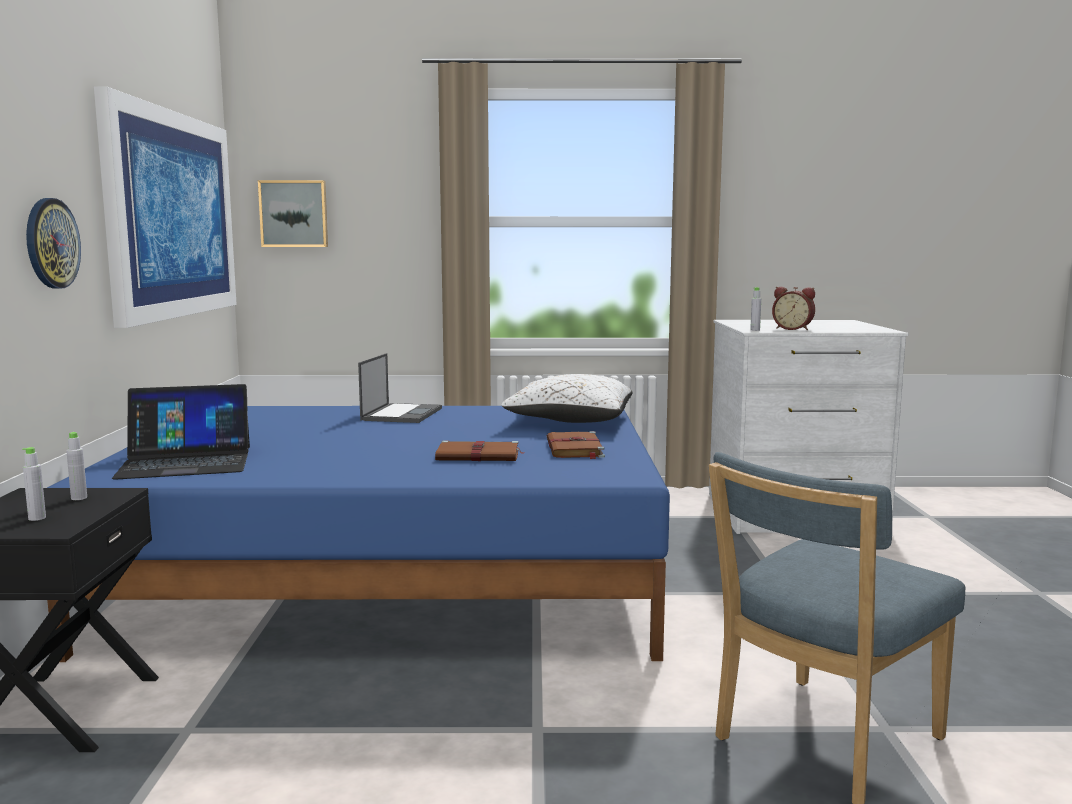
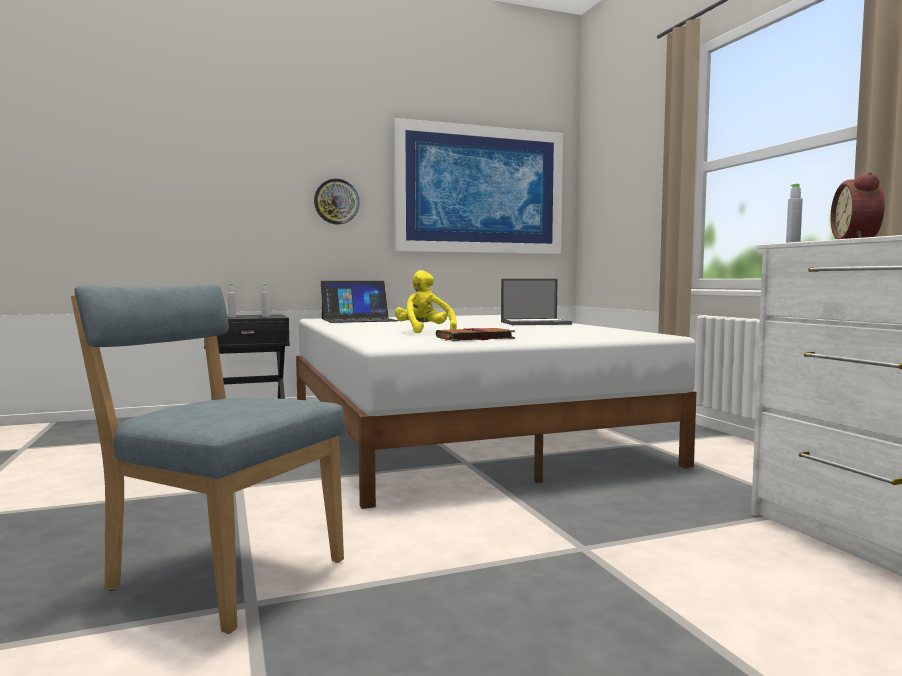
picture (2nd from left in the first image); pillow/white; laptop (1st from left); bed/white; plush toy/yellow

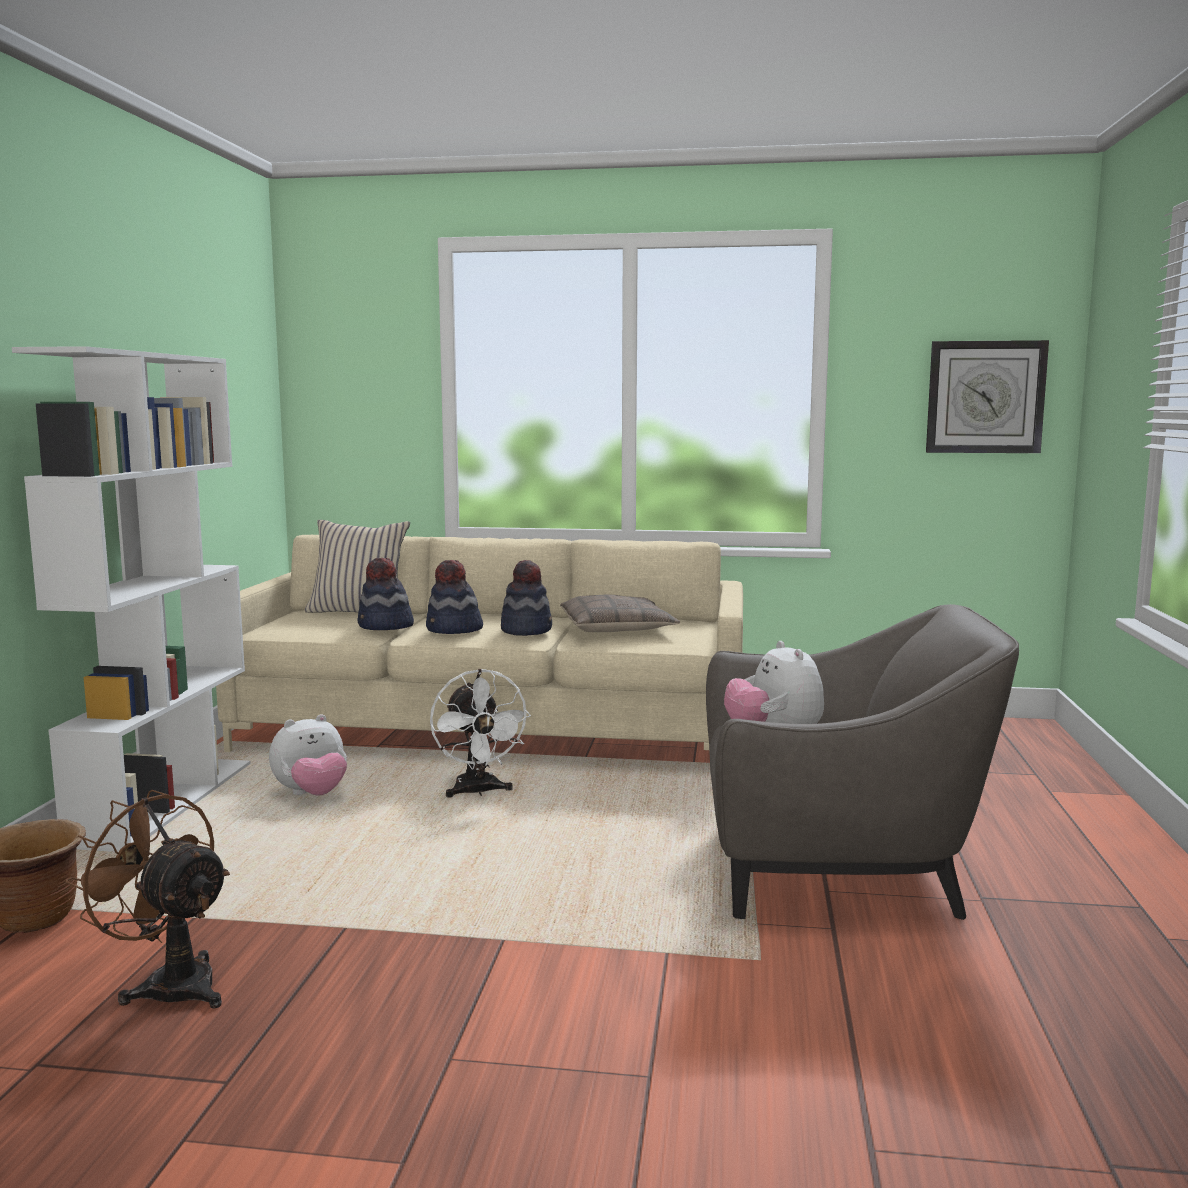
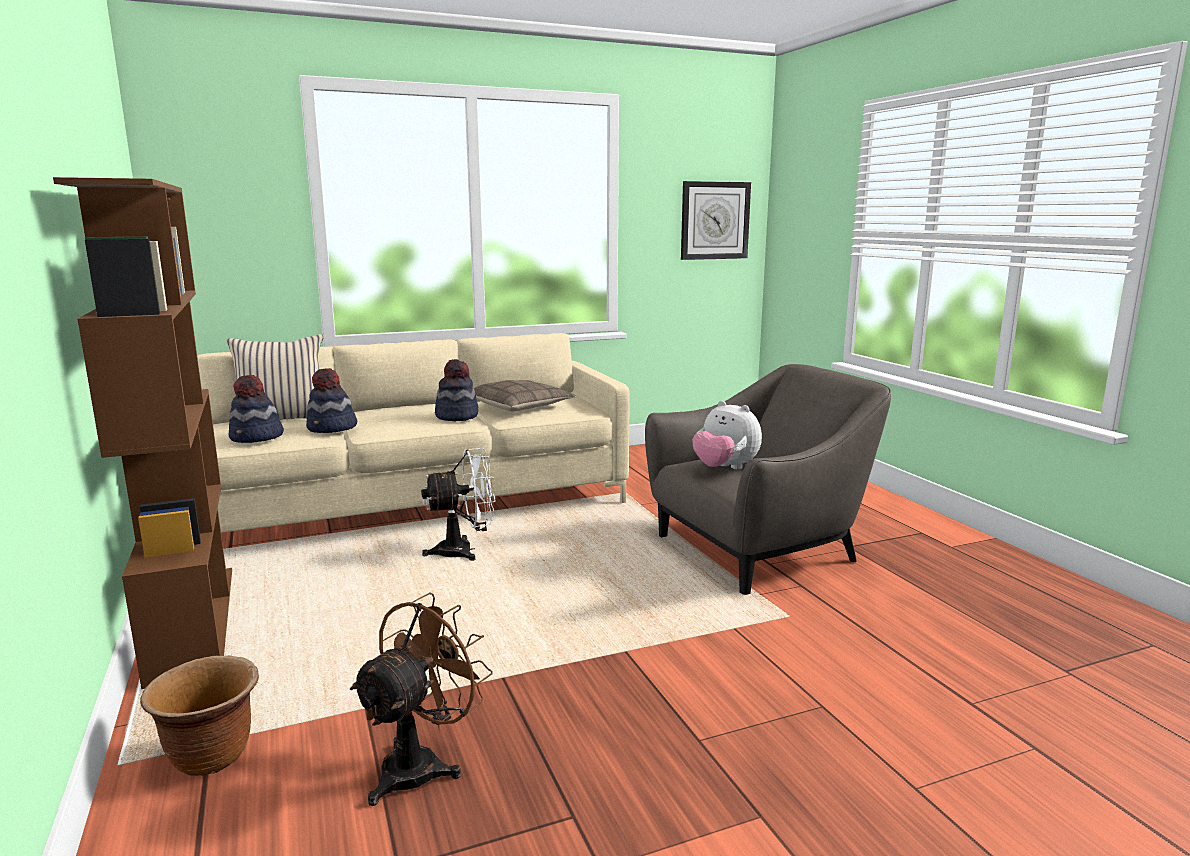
bookcase/brown; hat (1st from left); fan/white; plush toy (1st from left in the first image); fan/brown

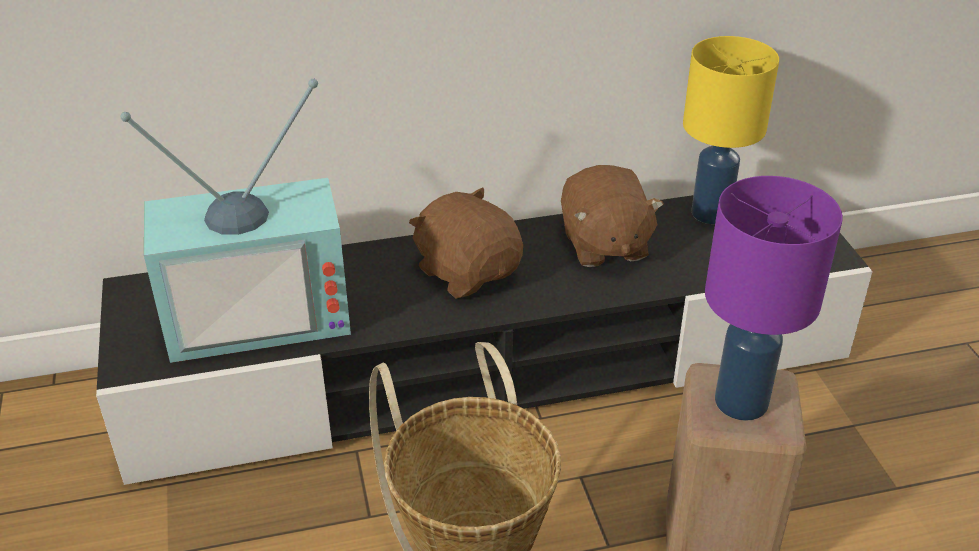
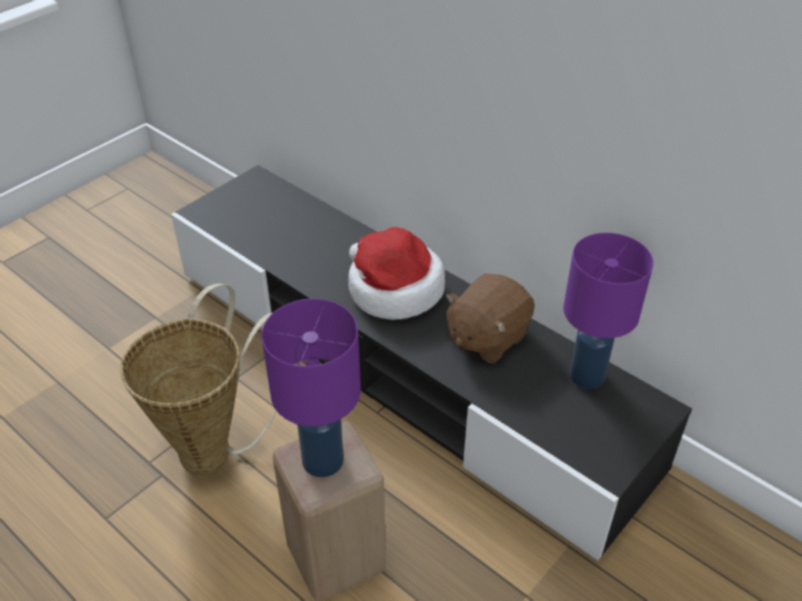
table lamp/purple (2nd from left); television; hat

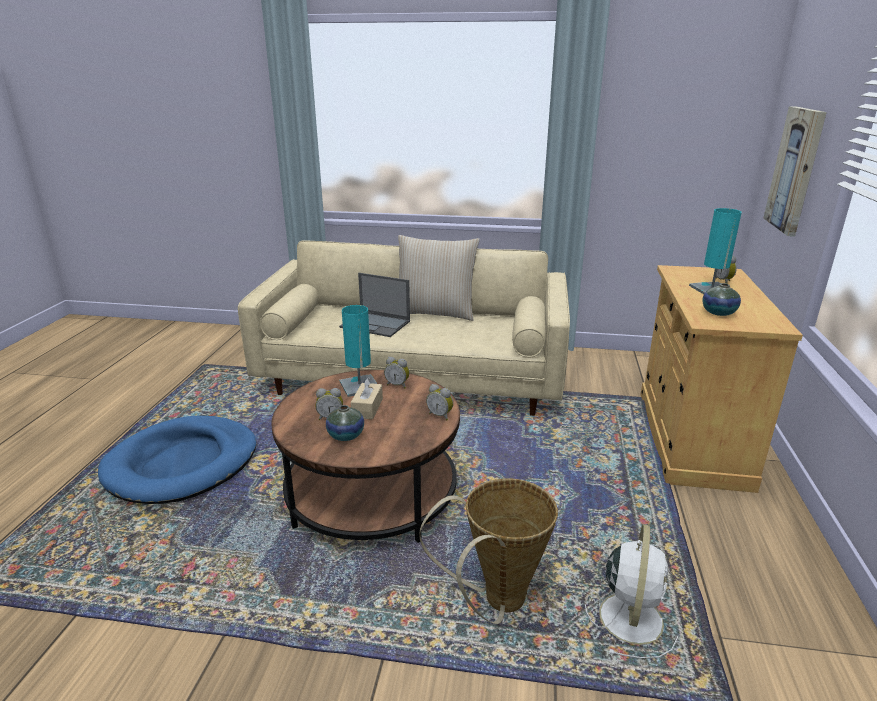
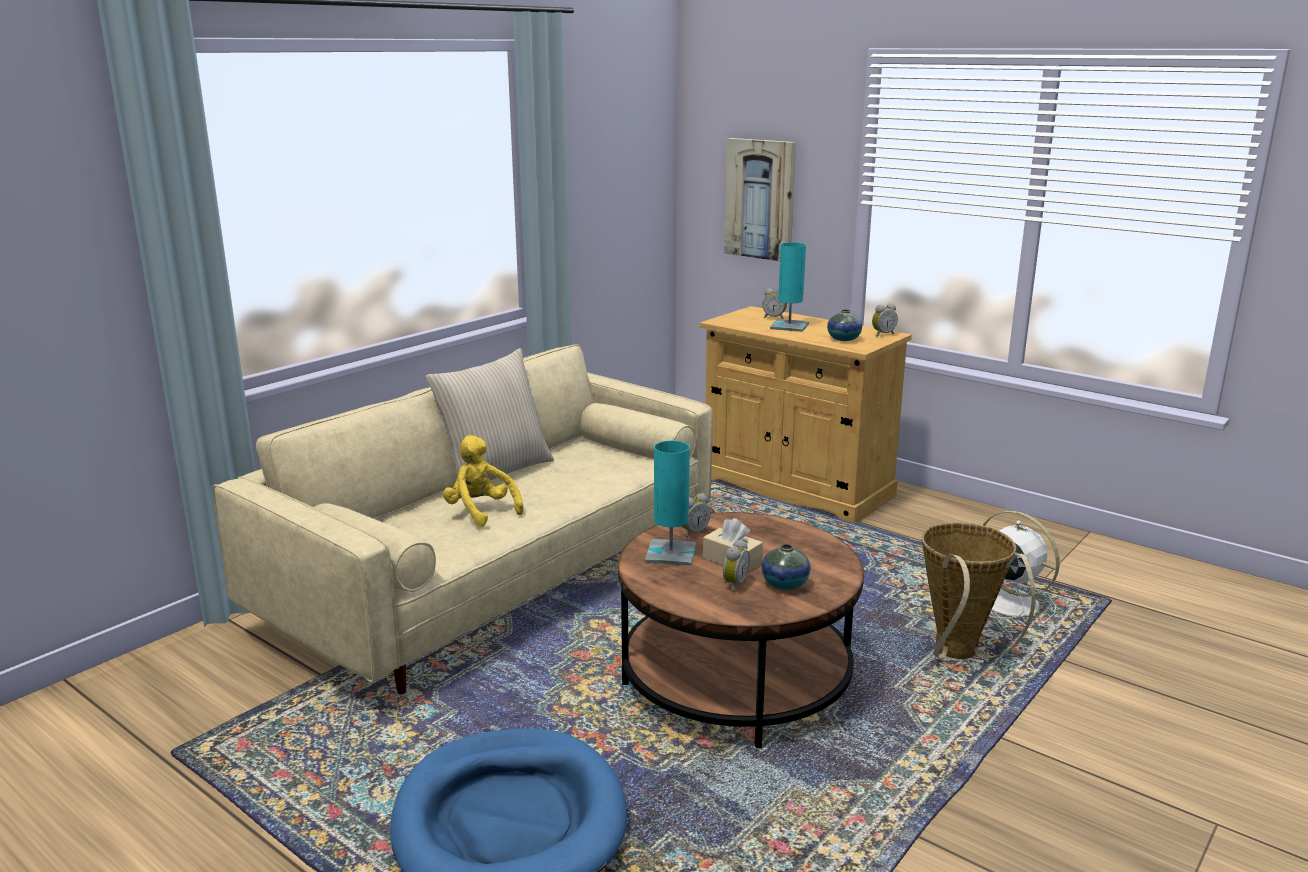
plush toy/yellow; alarm clock (4th from left)

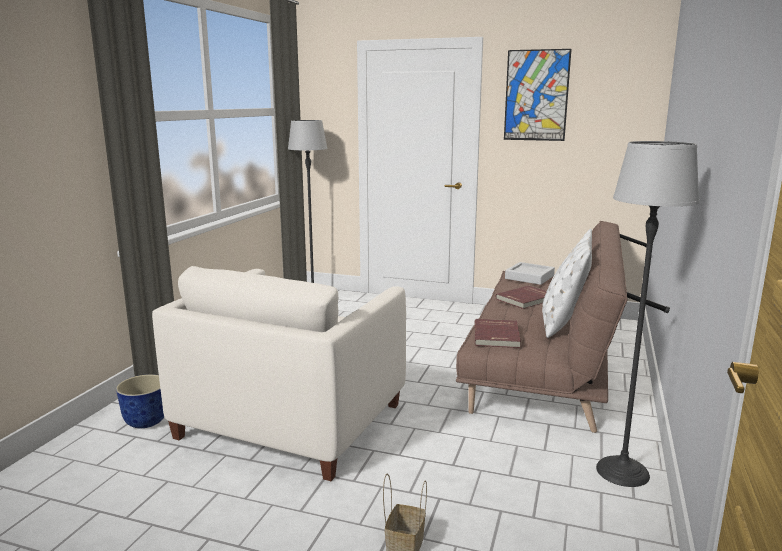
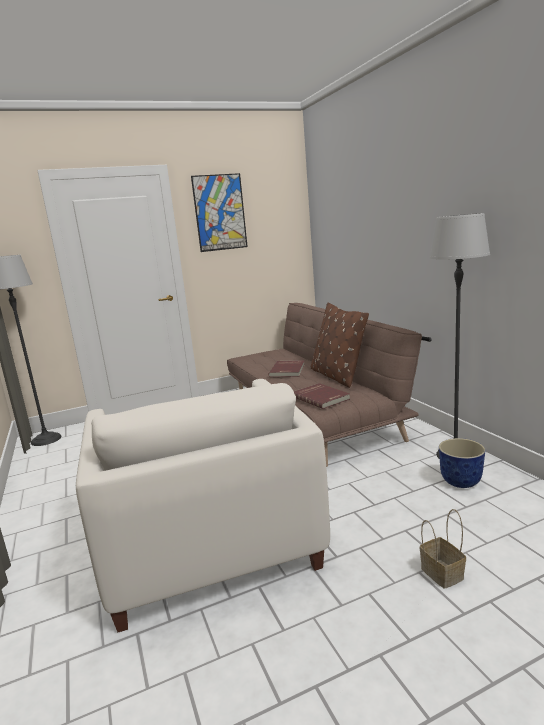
pillow/brown; tray/grey; planter

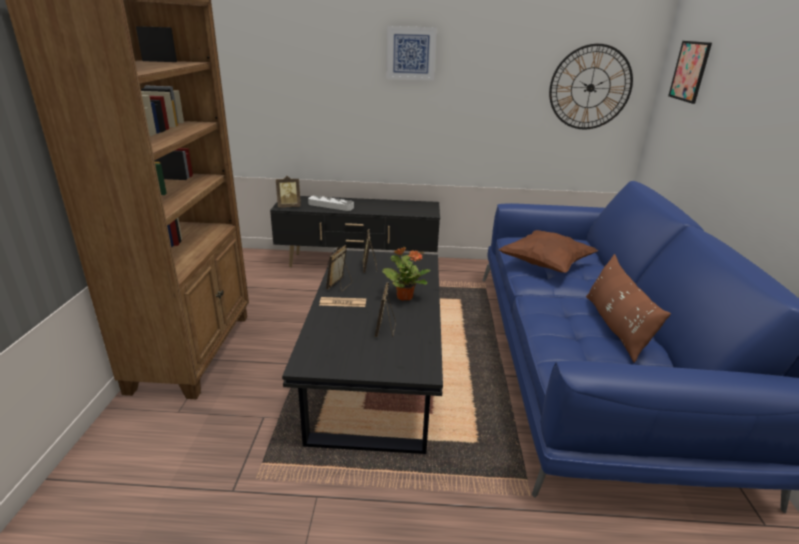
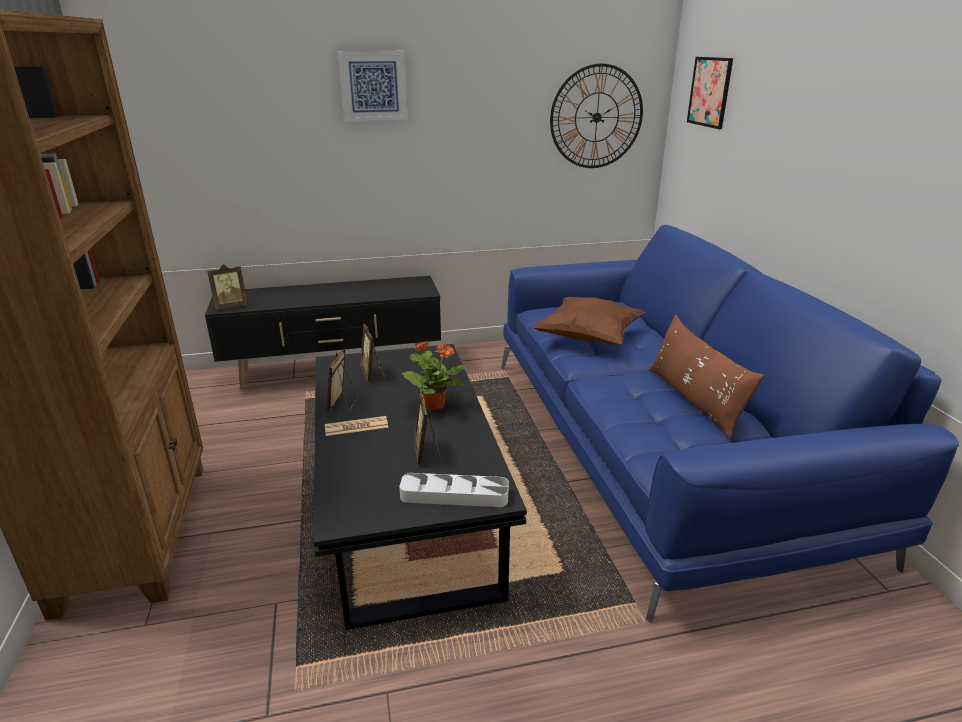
tray/grey

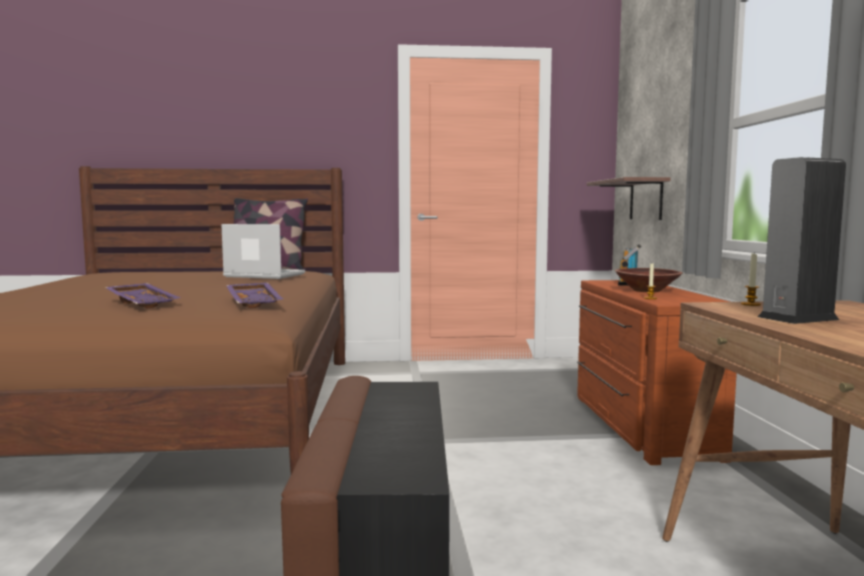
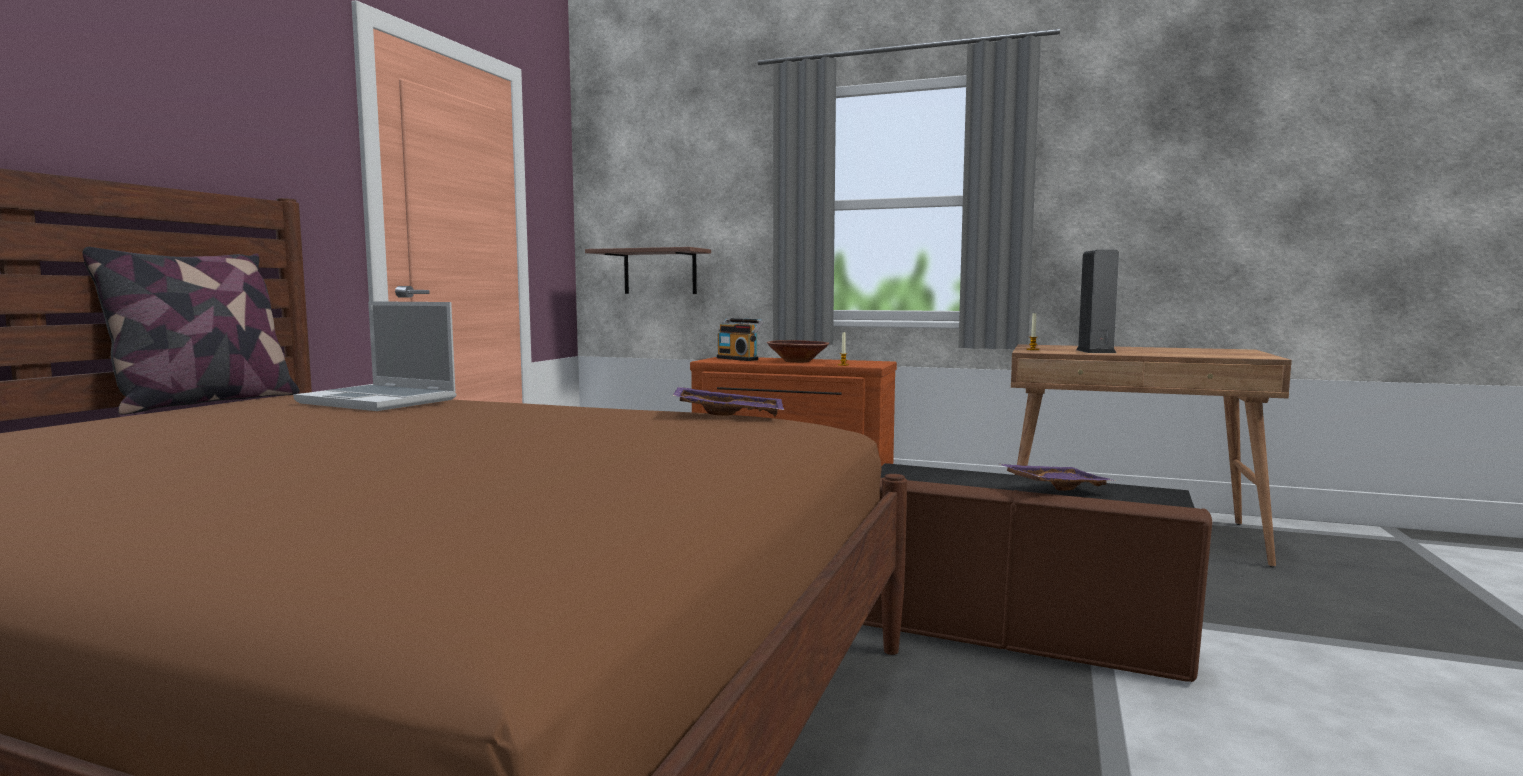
laptop; tray/purple (2nd from left)

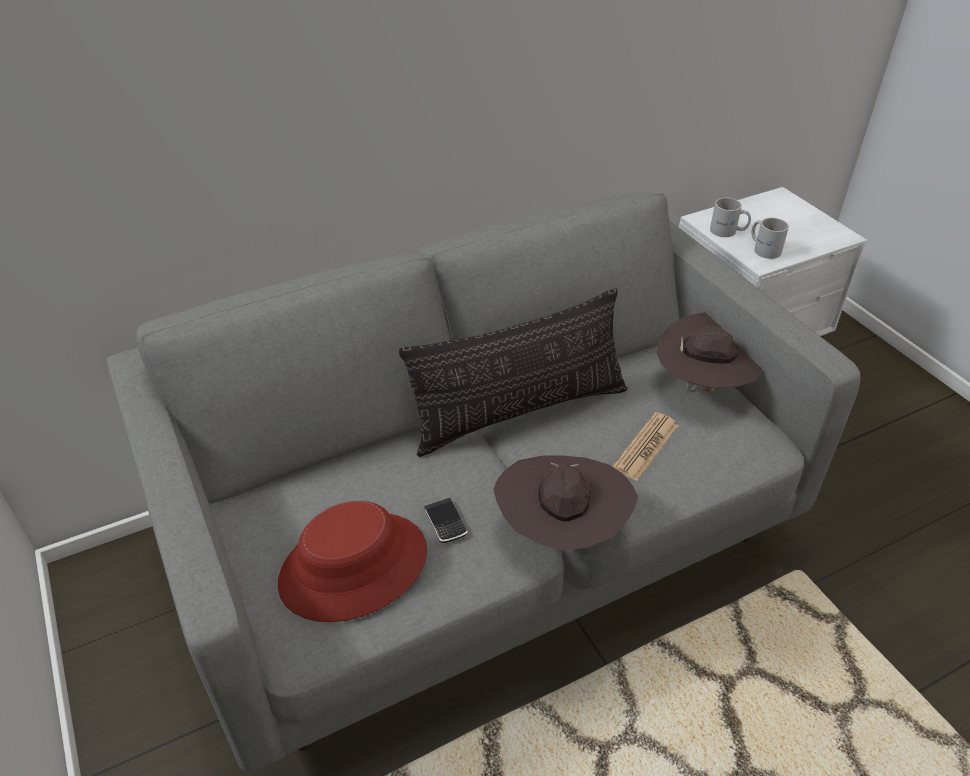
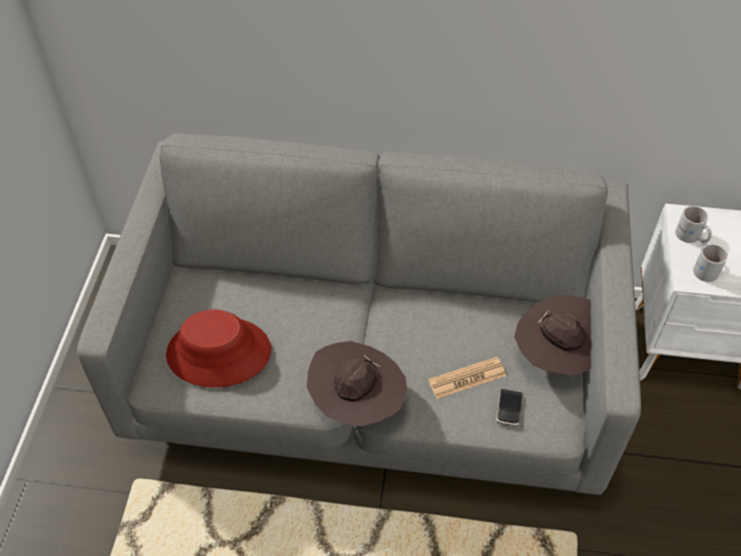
pillow; phone

